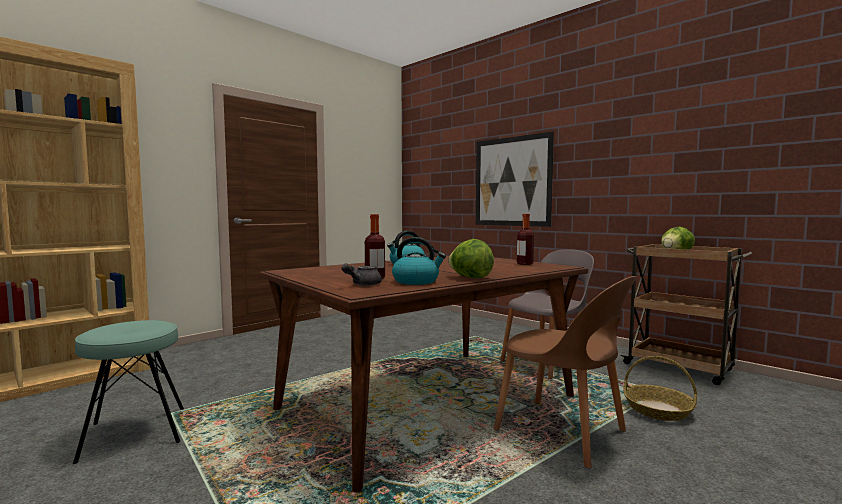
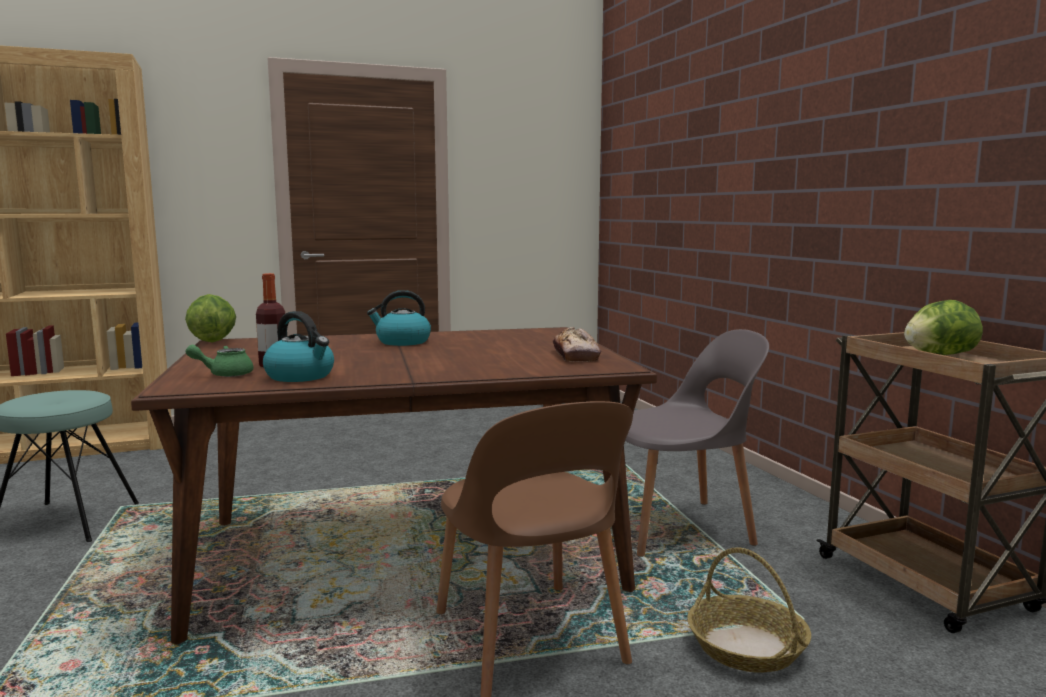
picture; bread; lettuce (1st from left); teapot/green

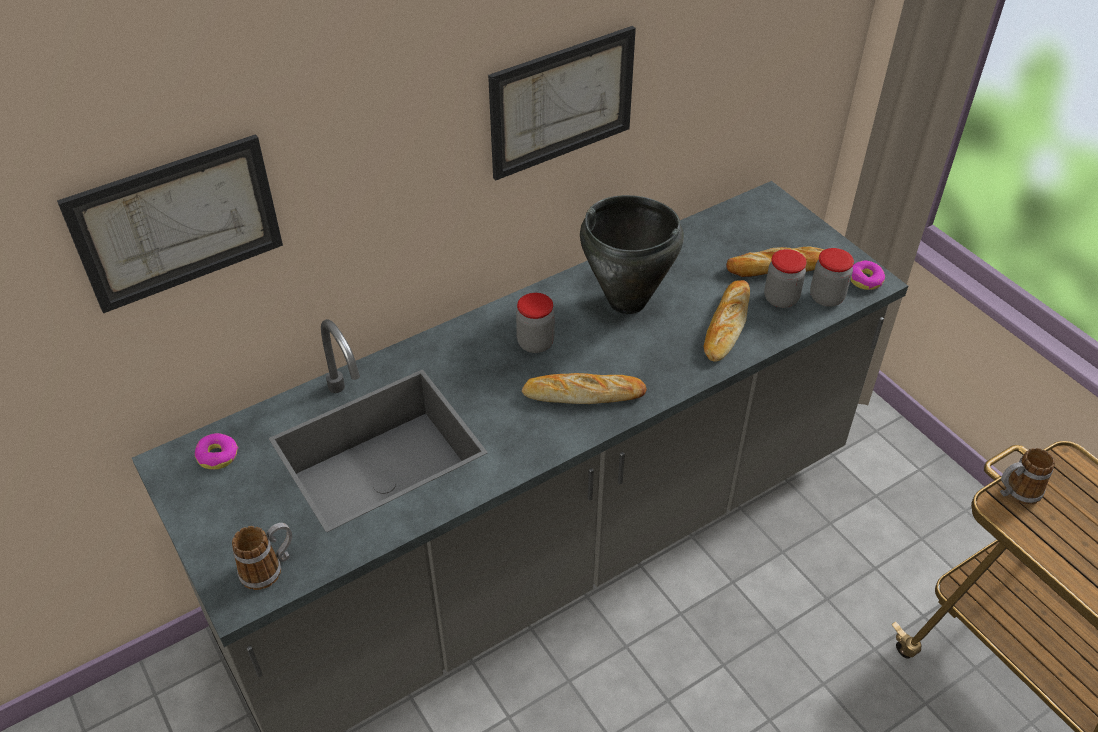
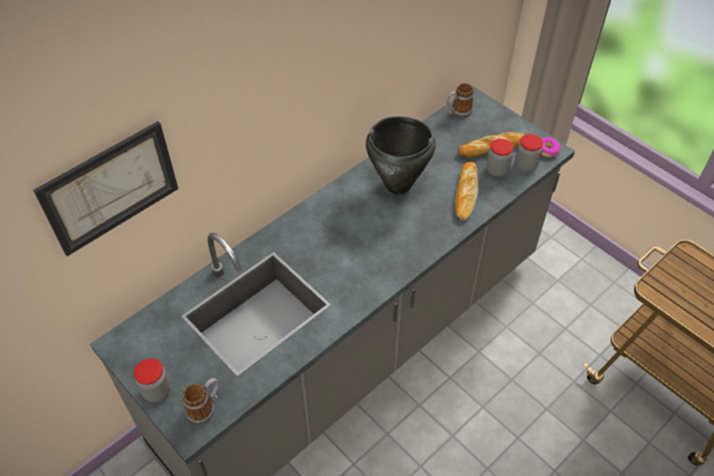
picture (2nd from left in the first image); jar (1st from left); bread (1st from left in the first image); donut (1st from left in the first image); mug (2nd from left)

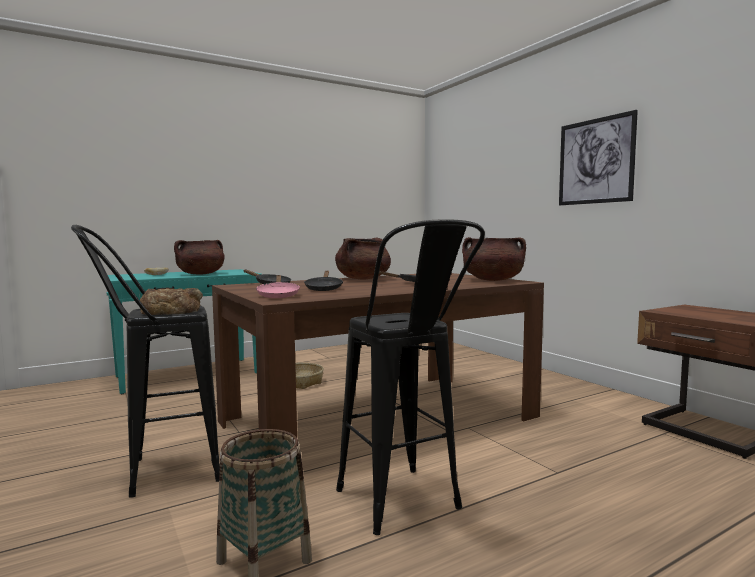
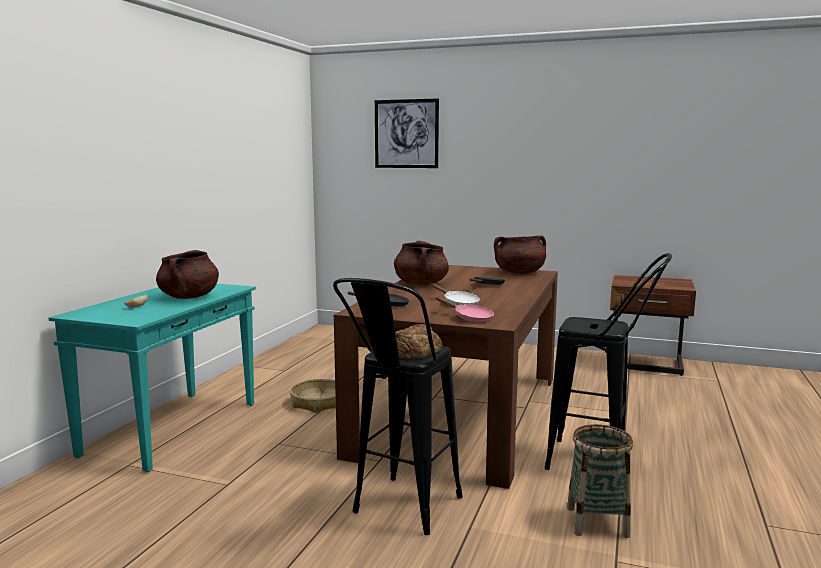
picture; frying pan/white

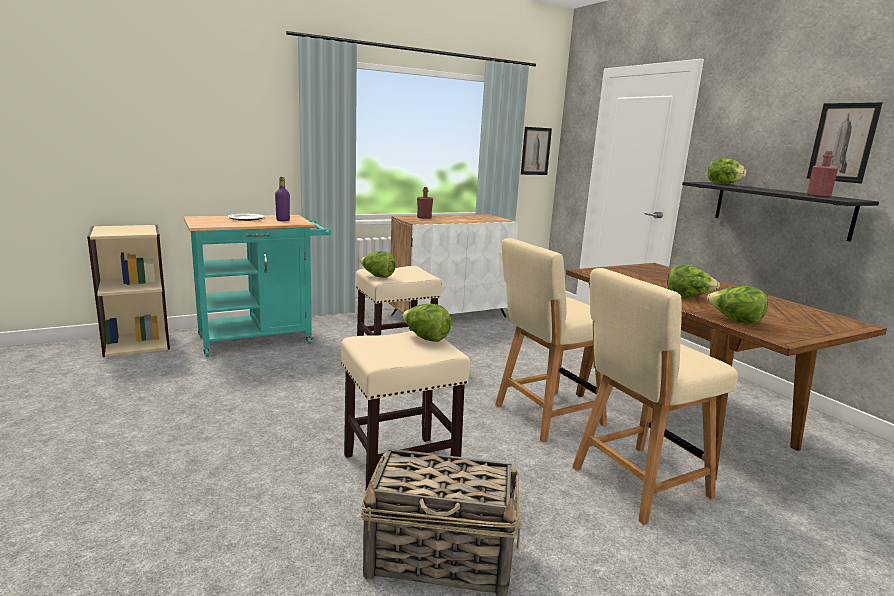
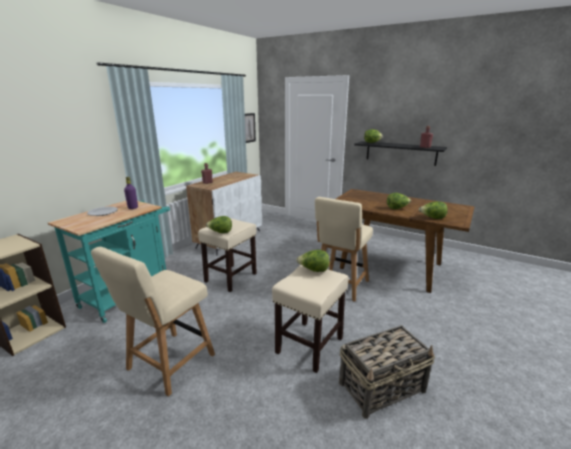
picture (2nd from left in the first image); chair/beige (1st from left)

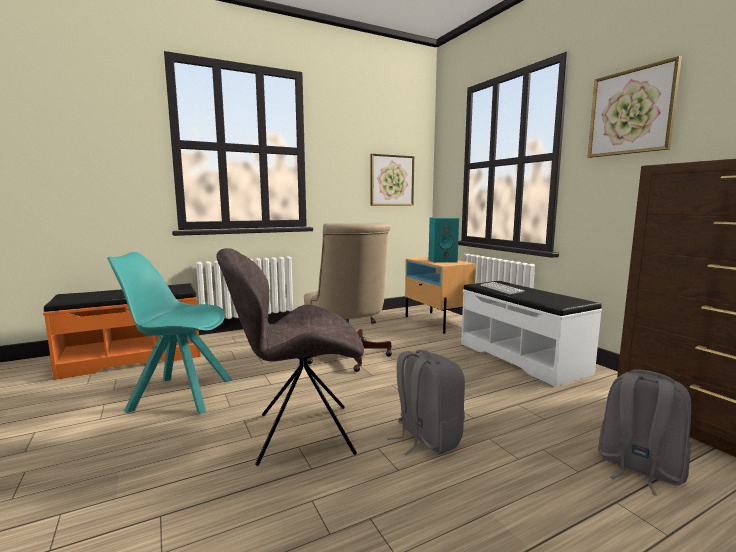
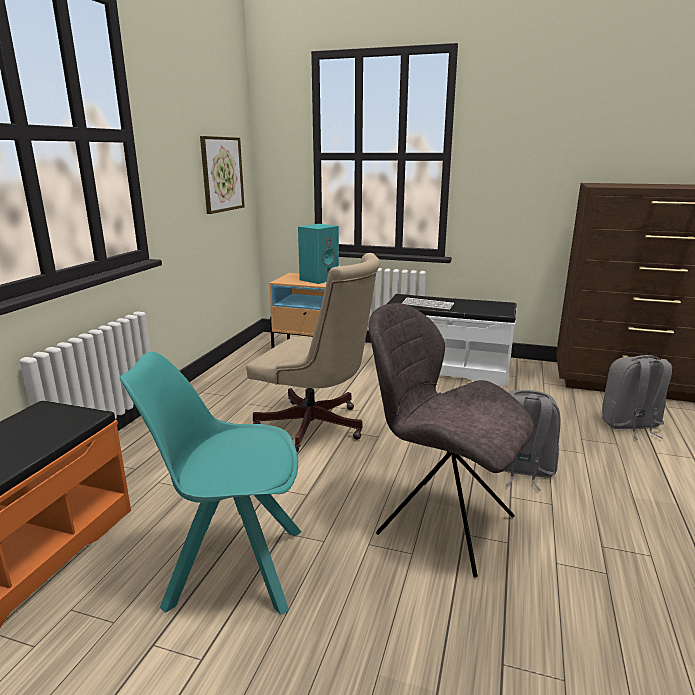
picture (2nd from left in the first image); chair/grey; chair/turquoise

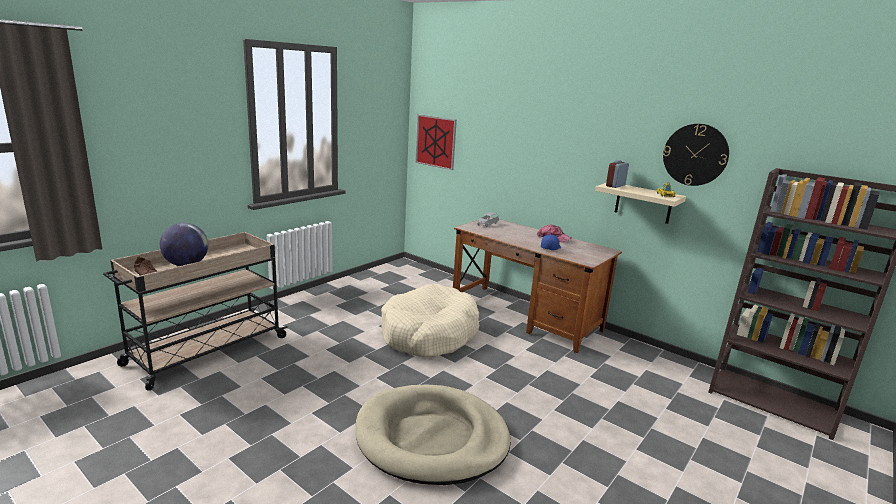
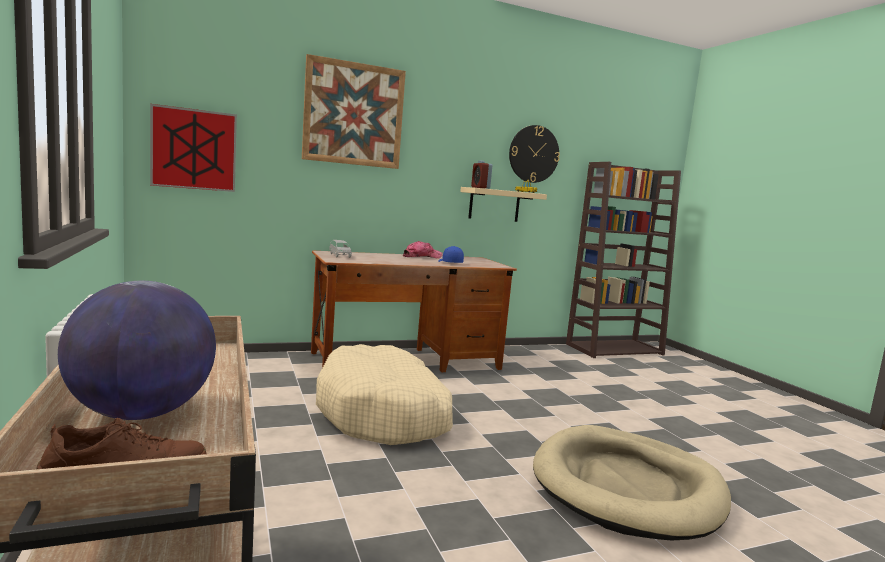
picture (2nd from left)

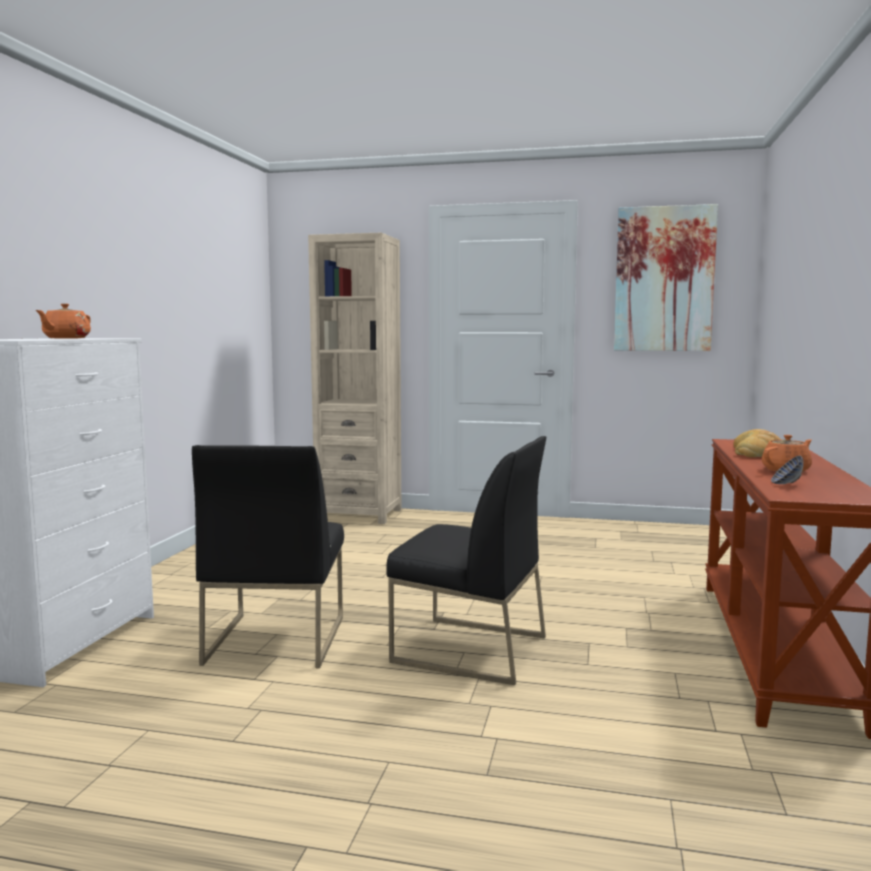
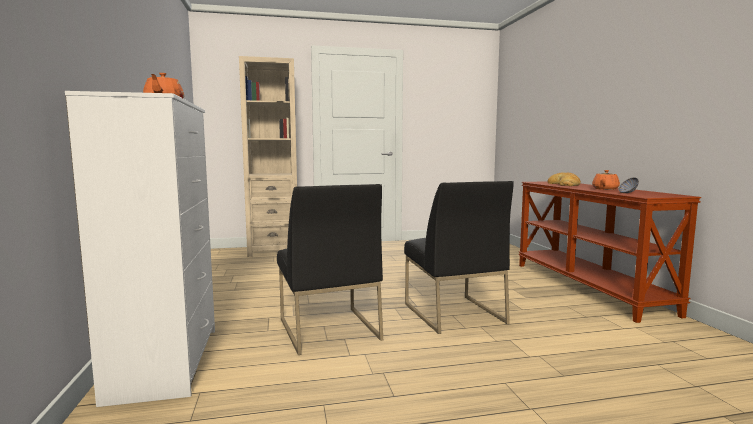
picture; chair/black (2nd from left)

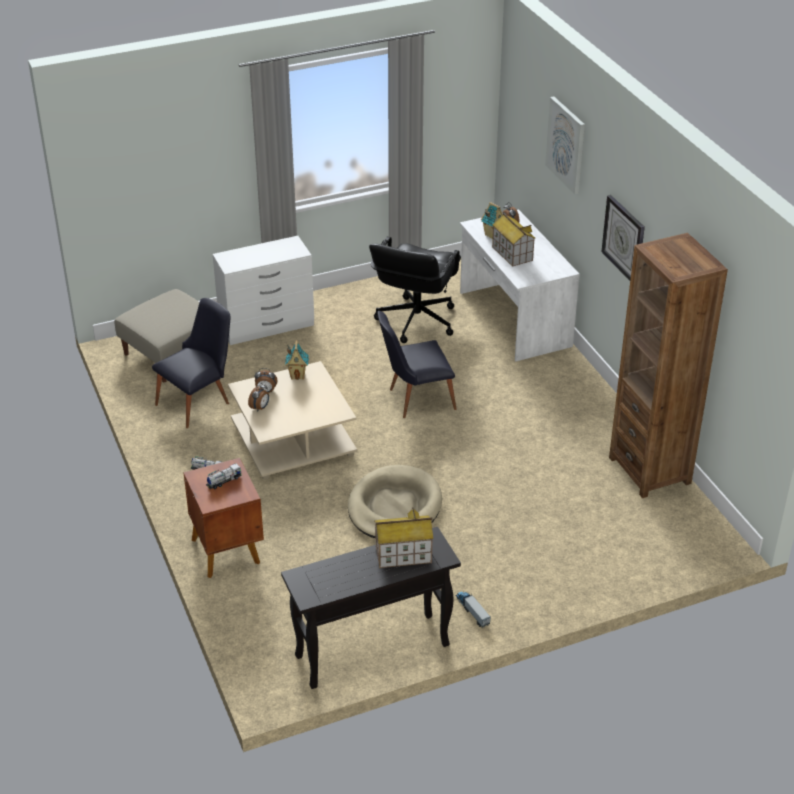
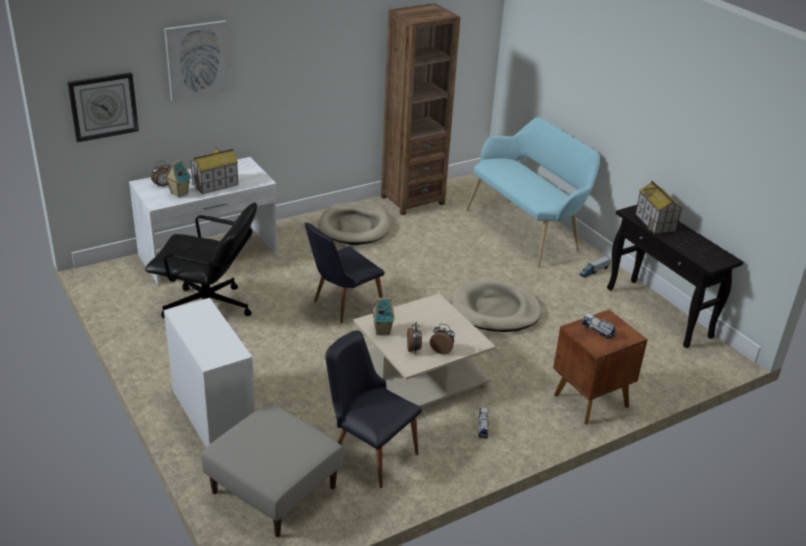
wall clock; chair/black (1st from left); bench/turquoise; dog bed/beige (1st from left)

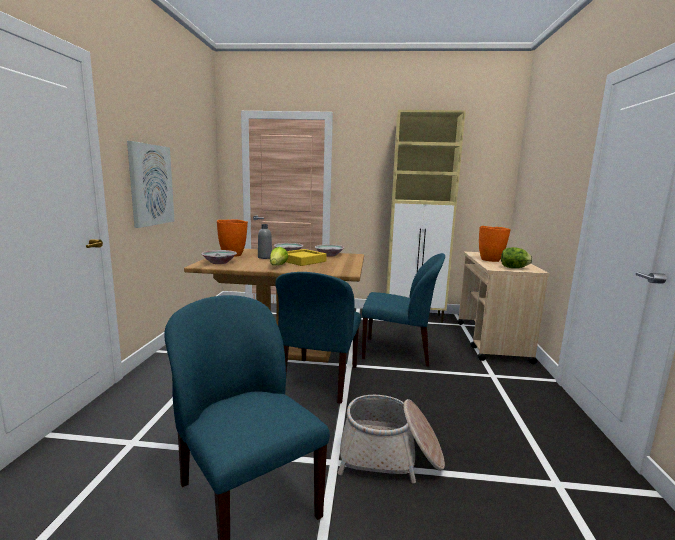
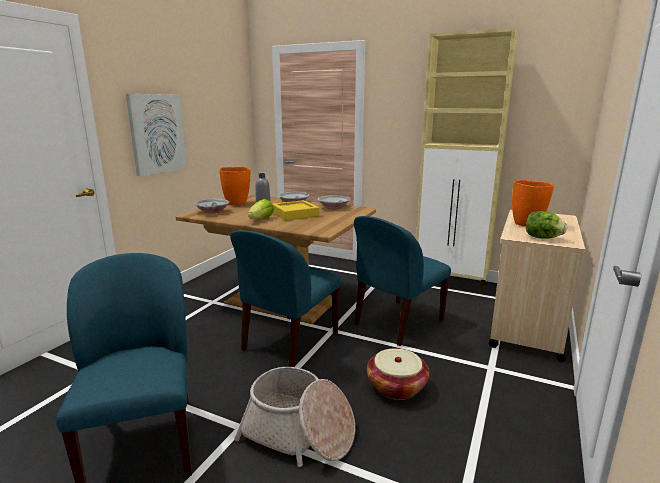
chair/blue (3rd from left); basket (2nd from left)

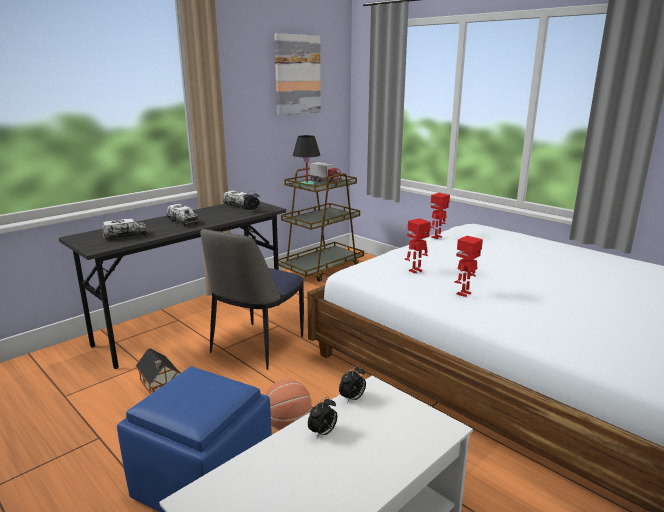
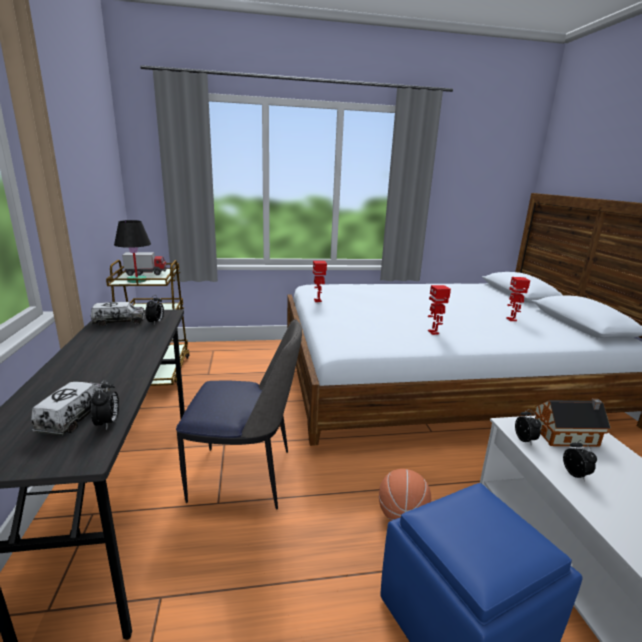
picture; toy truck (2nd from left in the first image); toy robot (3rd from left); chair; toy house; alarm clock (1st from left)

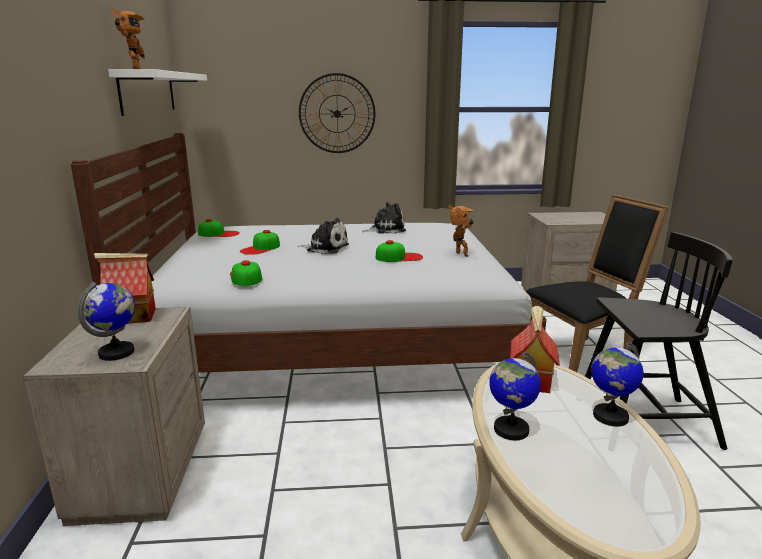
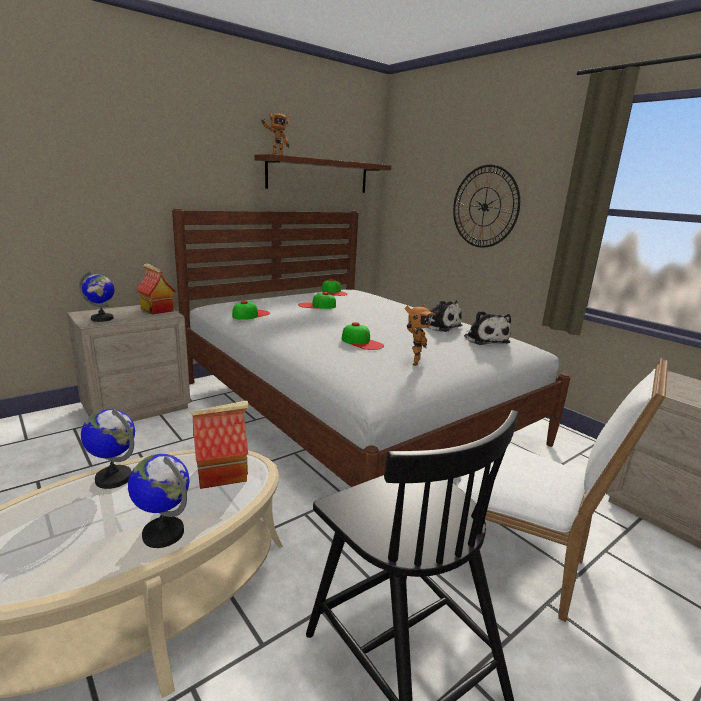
shelf/brown; chair/white; plush toy (2nd from left)

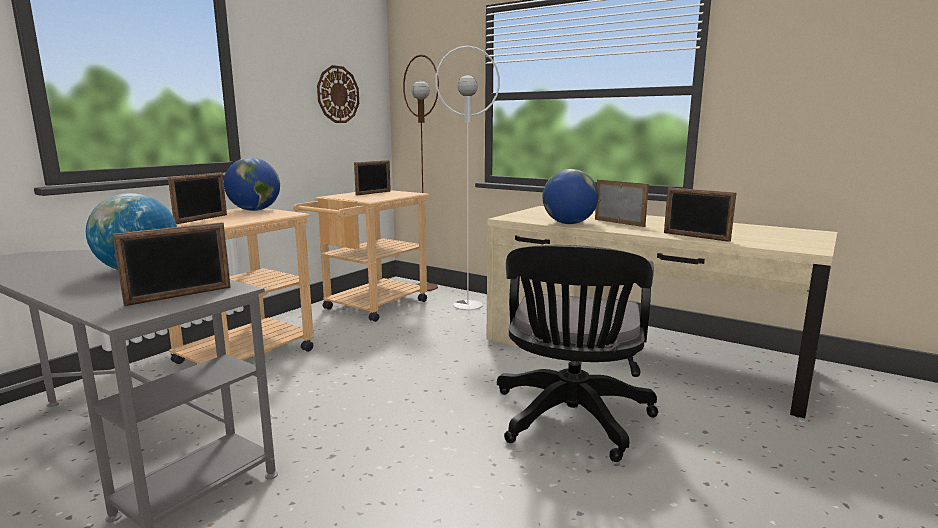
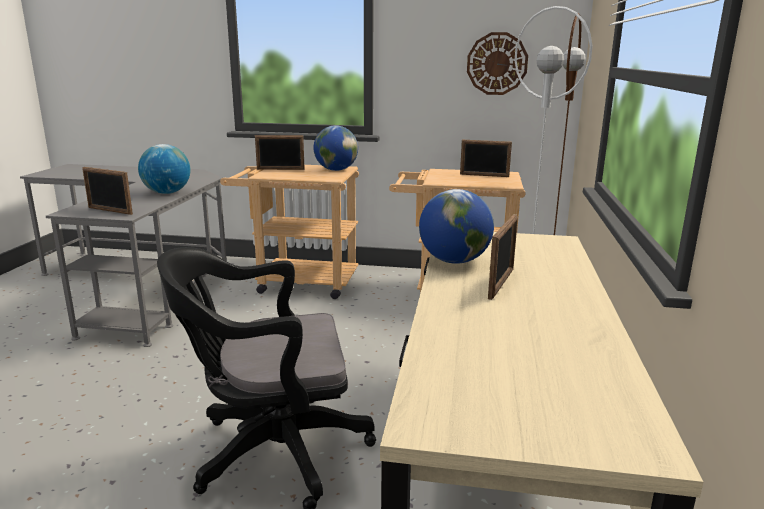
picture frame (5th from left in the first image)

